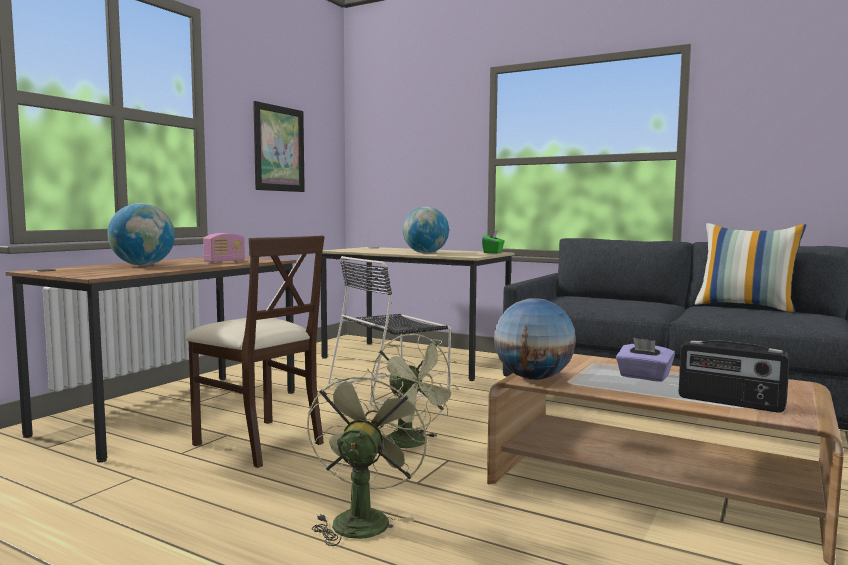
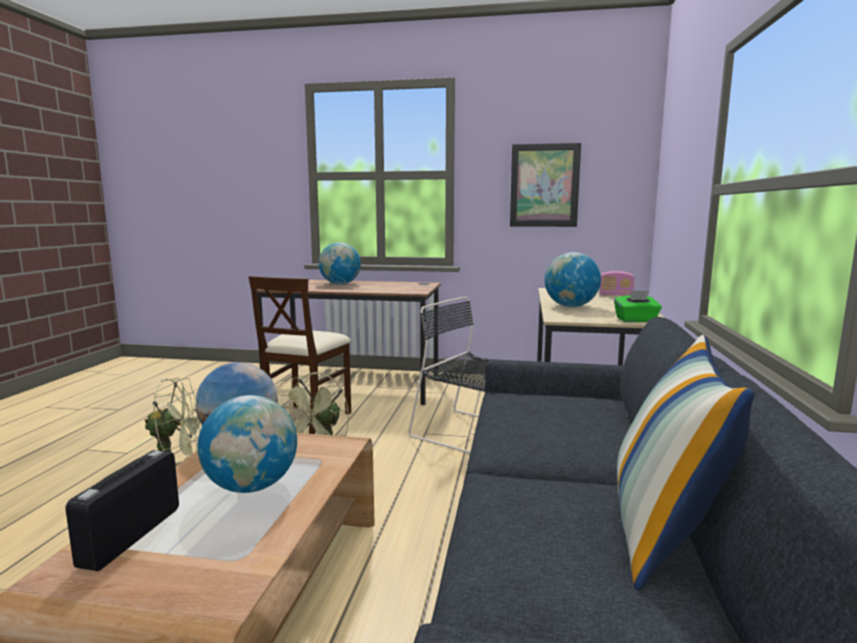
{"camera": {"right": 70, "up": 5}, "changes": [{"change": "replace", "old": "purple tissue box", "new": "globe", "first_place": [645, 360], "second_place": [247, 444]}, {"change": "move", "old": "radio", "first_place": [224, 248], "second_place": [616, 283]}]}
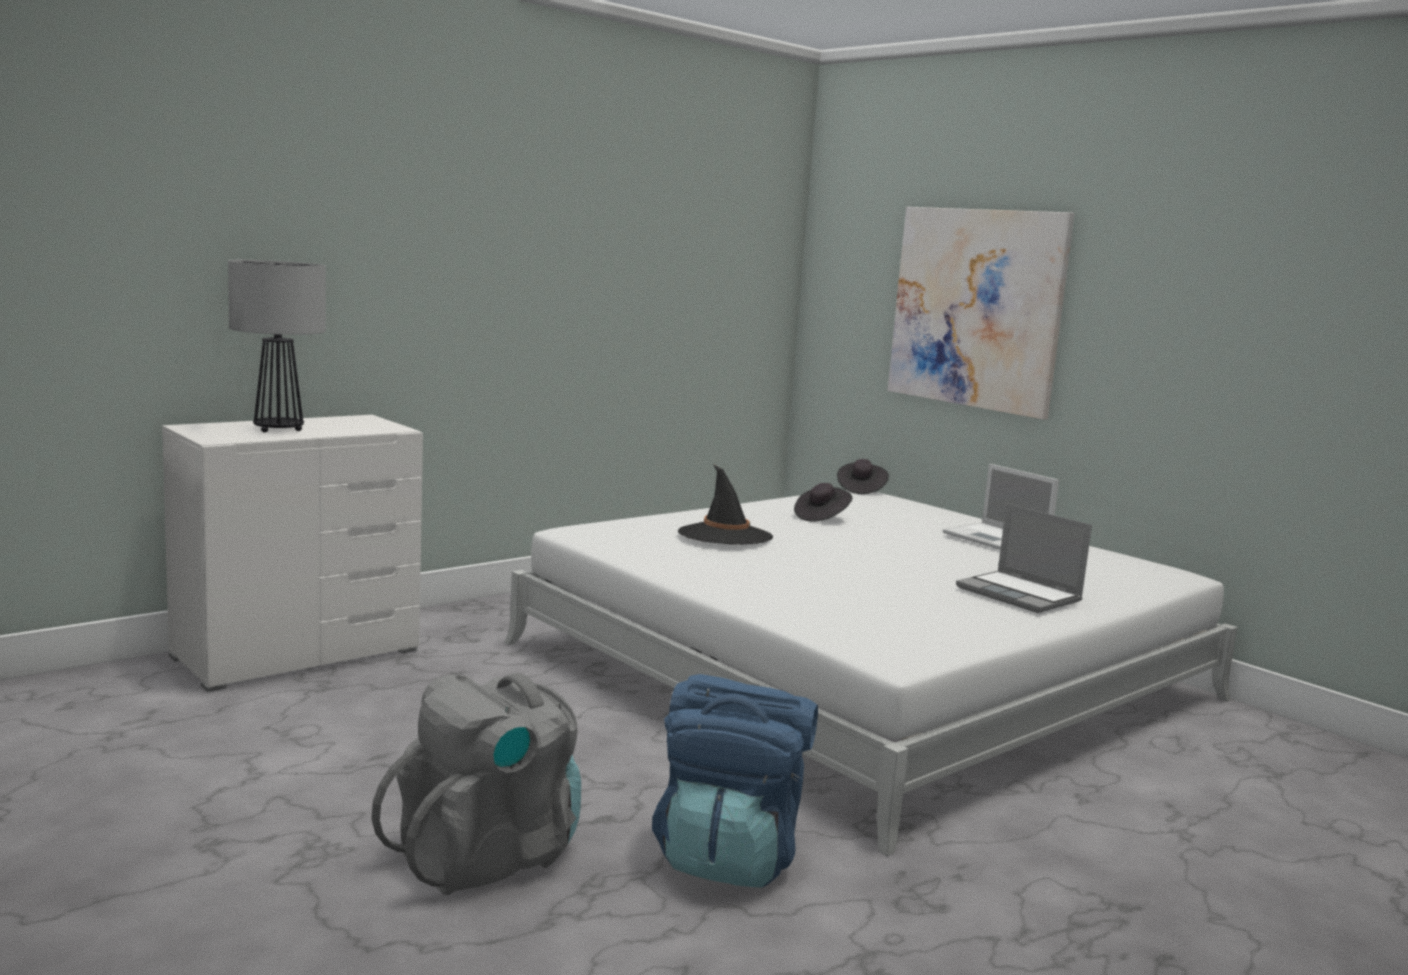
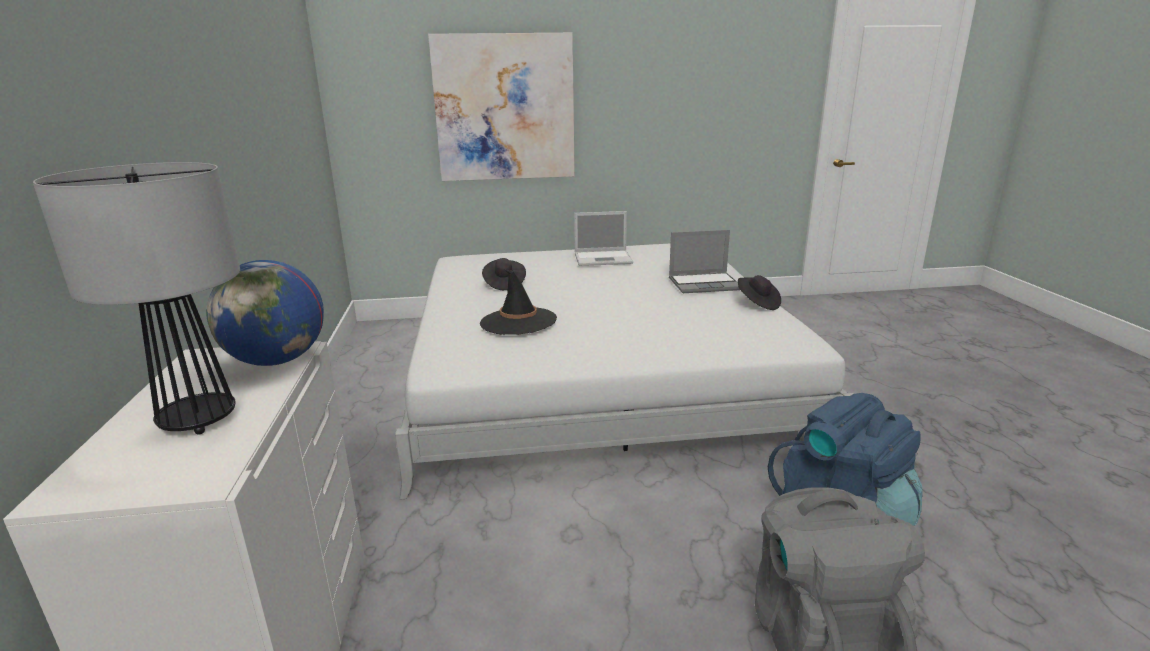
{"camera": {"right": -55, "up": 10}, "changes": [{"change": "insert", "new": "globe", "second_place": [265, 313]}, {"change": "move", "old": "black hat", "first_place": [863, 476], "second_place": [759, 292]}]}
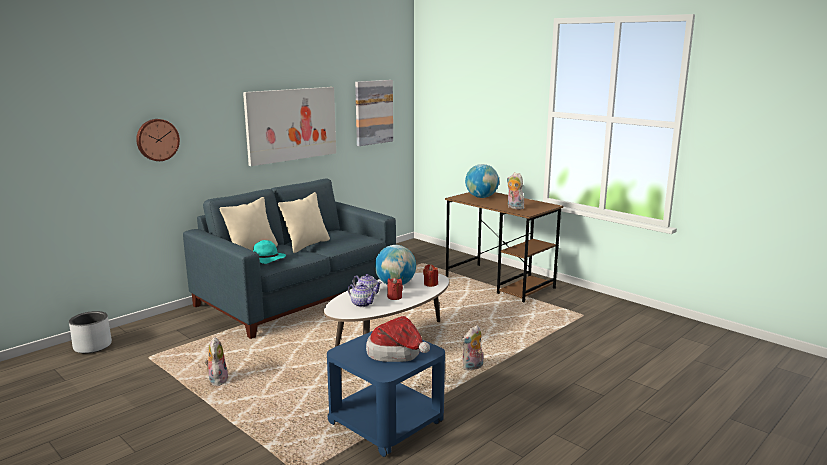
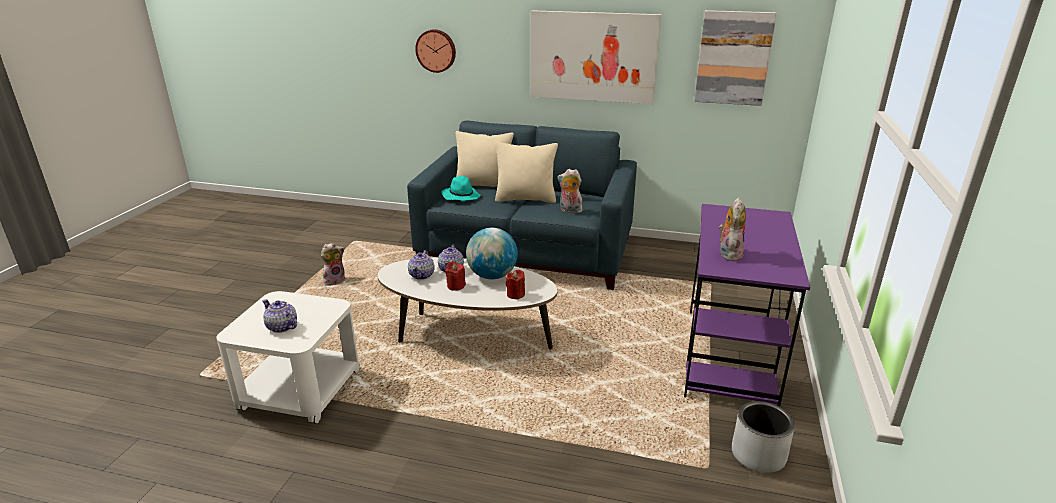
{"camera": {"right": 60, "up": 10}, "changes": [{"change": "recolor", "old": "blue side table", "new": "white side table", "first_place": [386, 394], "second_place": [288, 357]}, {"change": "replace", "old": "hat", "new": "teapot", "first_place": [398, 339], "second_place": [279, 316]}, {"change": "move", "old": "plush toy", "first_place": [472, 347], "second_place": [570, 191]}, {"change": "recolor", "old": "brown desk", "new": "purple desk", "first_place": [504, 247], "second_place": [747, 305]}, {"change": "move", "old": "grey planter", "first_place": [90, 332], "second_place": [763, 437]}, {"change": "delete", "old": "globe", "first_place": [482, 181]}]}
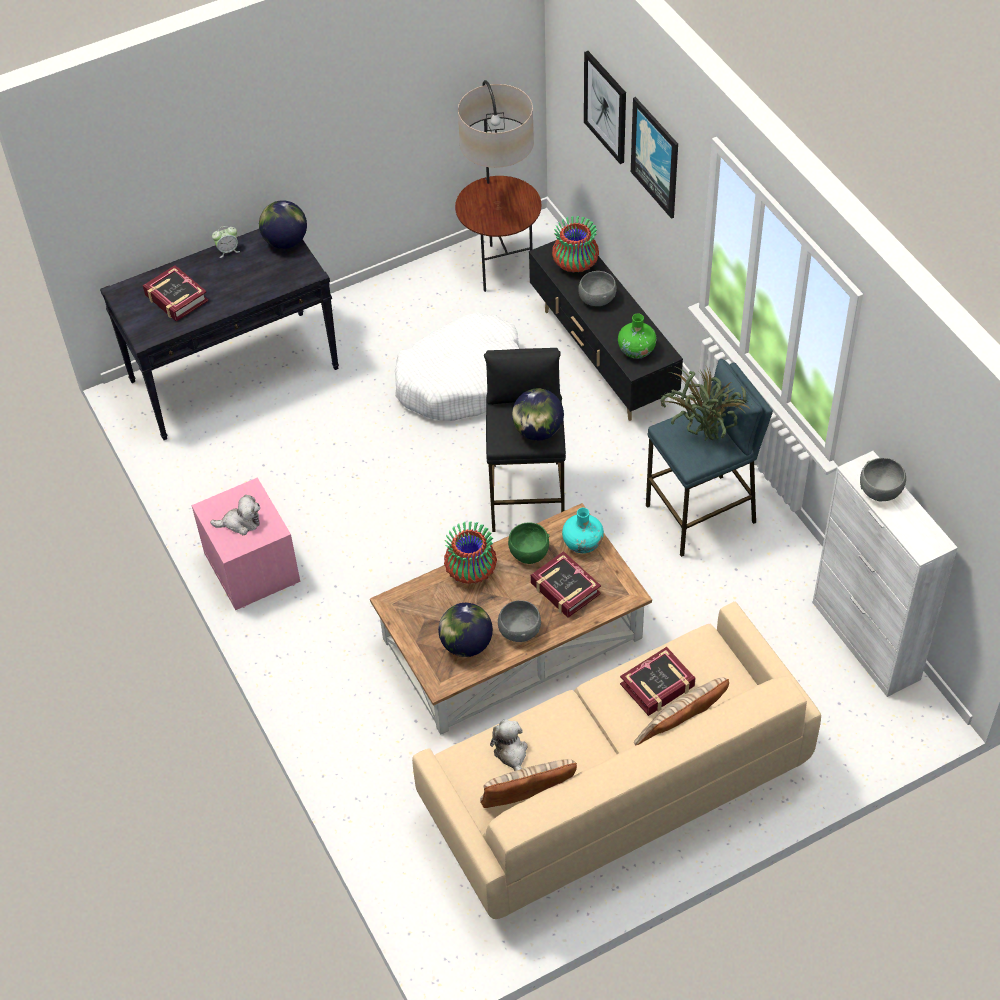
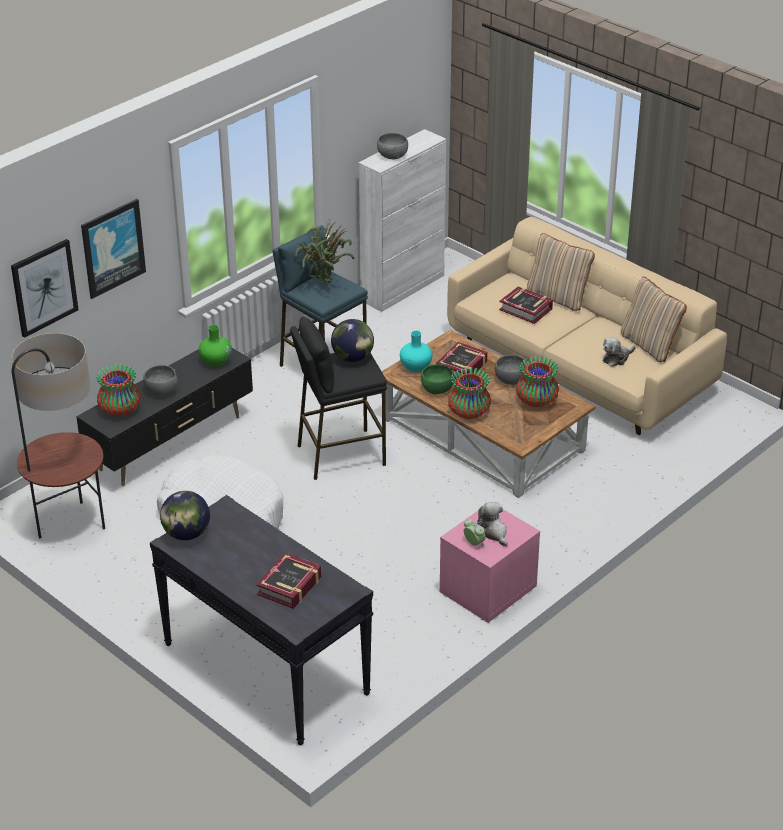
{"camera": {"right": -110, "up": -15}, "changes": [{"change": "move", "old": "alarm clock", "first_place": [226, 242], "second_place": [475, 533]}, {"change": "replace", "old": "globe", "new": "vase", "first_place": [465, 630], "second_place": [537, 382]}]}
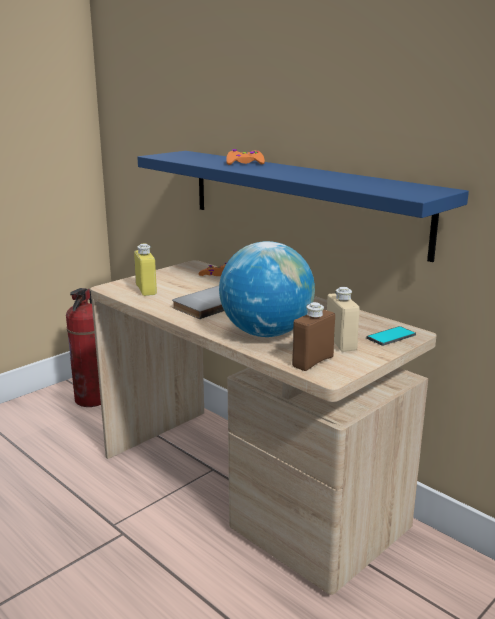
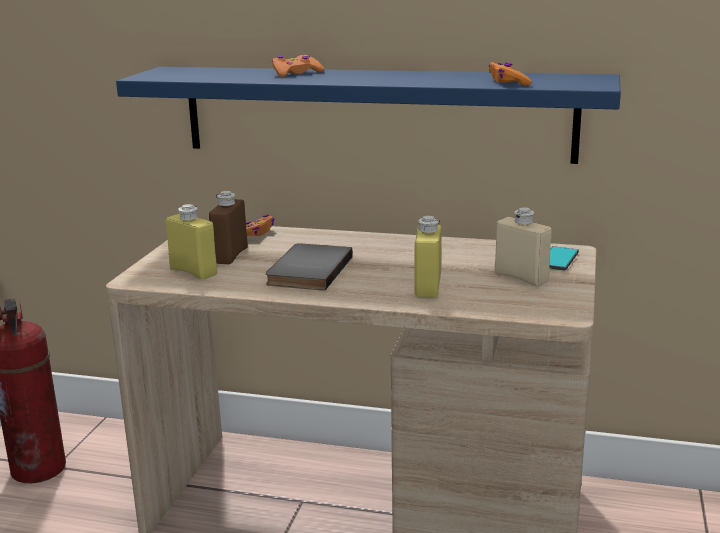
{"camera": {"right": -30, "up": 0}, "changes": [{"change": "move", "old": "brown bottle", "first_place": [313, 336], "second_place": [228, 227]}, {"change": "replace", "old": "globe", "new": "yellow bottle", "first_place": [267, 289], "second_place": [428, 257]}, {"change": "insert", "new": "orange game controller", "second_place": [510, 74]}]}
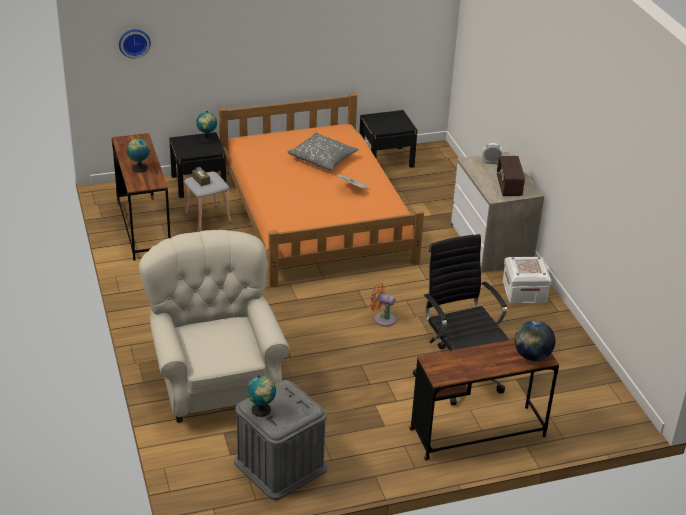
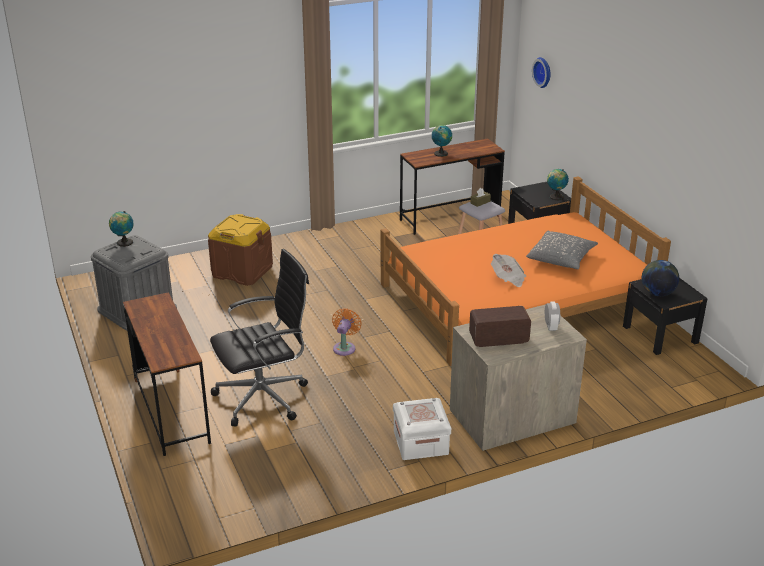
{"camera": {"right": 85, "up": -5}, "changes": [{"change": "replace", "old": "beige armchair", "new": "brown storage box", "first_place": [214, 326], "second_place": [240, 250]}, {"change": "move", "old": "globe", "first_place": [534, 341], "second_place": [660, 278]}]}
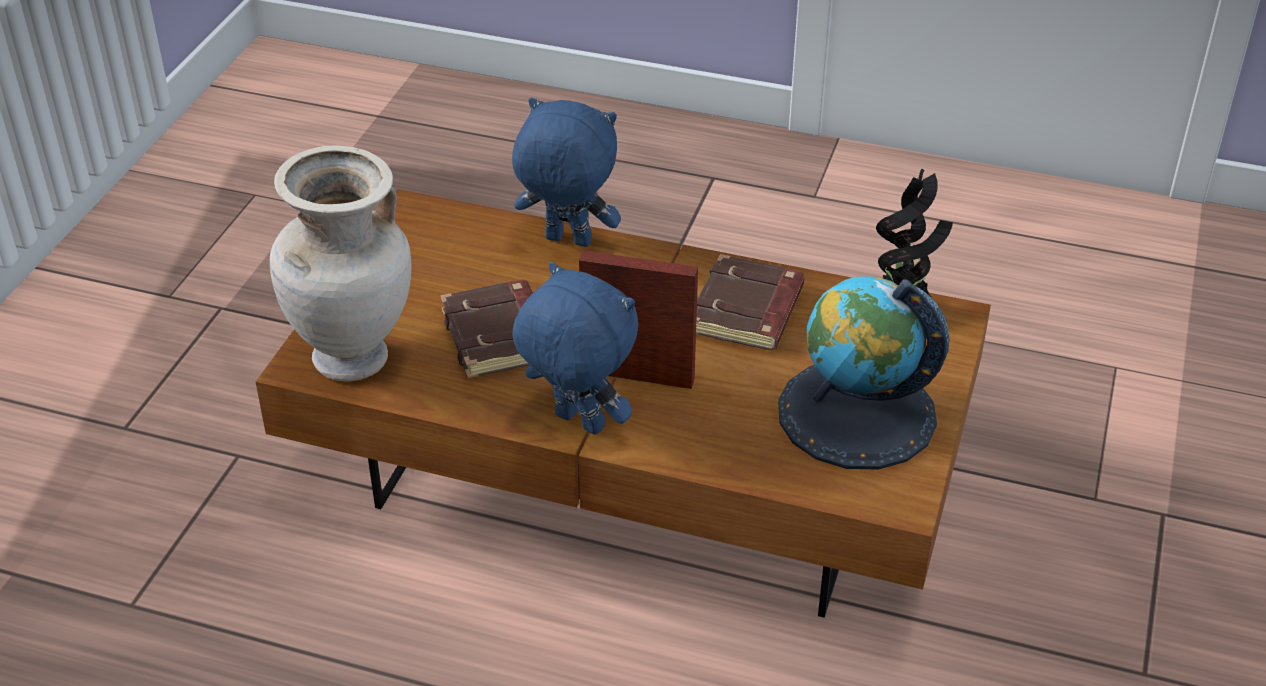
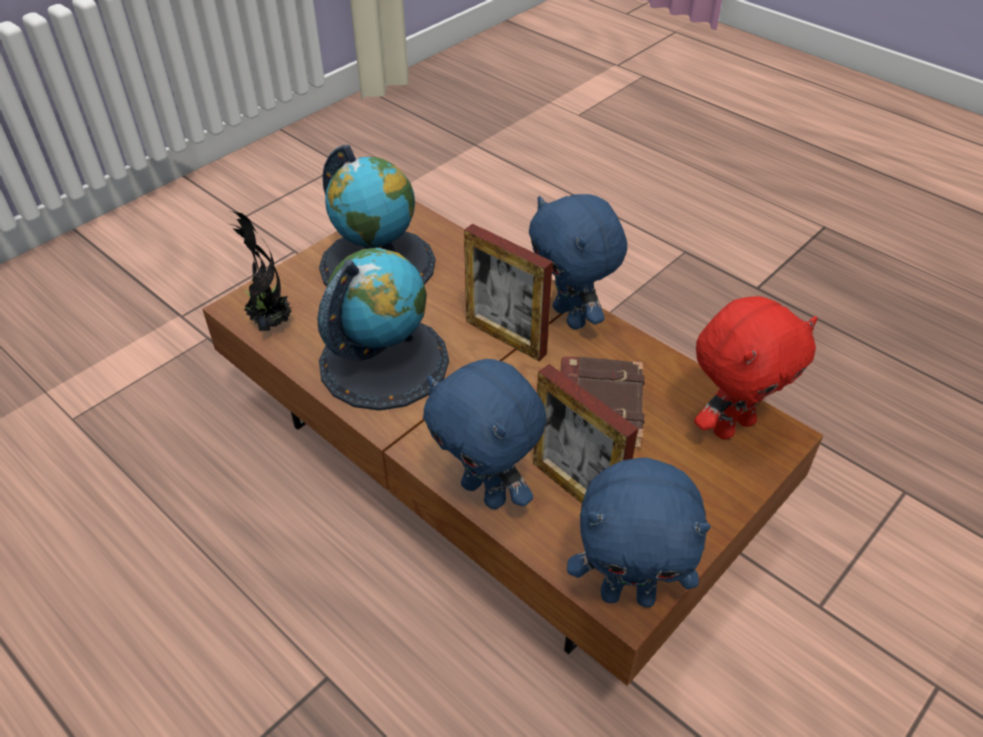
{"camera": {"right": -155, "up": 5}, "changes": [{"change": "replace", "old": "brown book", "new": "globe", "first_place": [750, 302], "second_place": [383, 329]}, {"change": "insert", "new": "picture frame", "second_place": [585, 433]}, {"change": "insert", "new": "blue plush toy", "second_place": [639, 532]}, {"change": "replace", "old": "beige vase", "new": "red plush toy", "first_place": [340, 263], "second_place": [756, 368]}]}
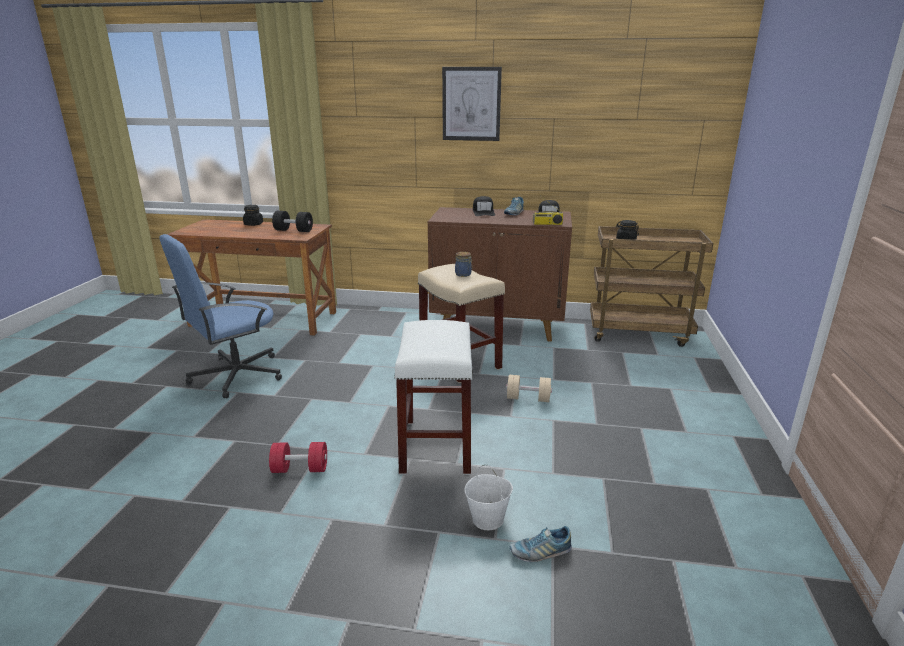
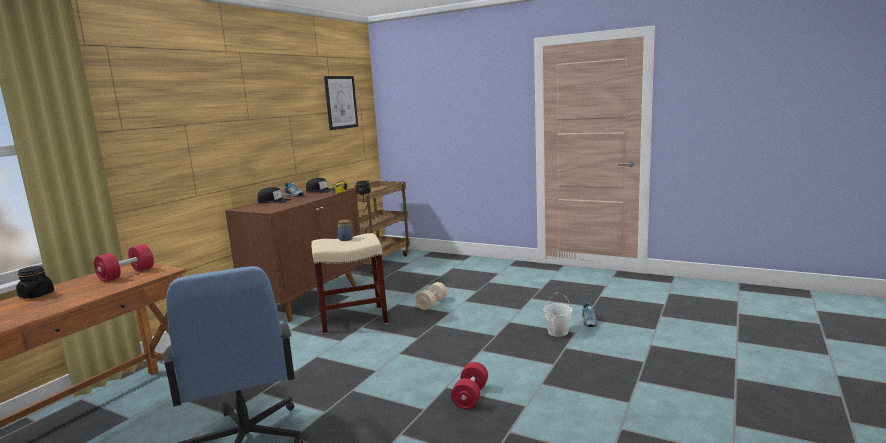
{"camera": {"right": -70, "up": -10}, "changes": [{"change": "recolor", "old": "black dumbbell", "new": "red dumbbell", "first_place": [292, 221], "second_place": [124, 263]}, {"change": "move", "old": "picture", "first_place": [472, 104], "second_place": [341, 103]}, {"change": "delete", "old": "white stool", "first_place": [433, 397]}]}
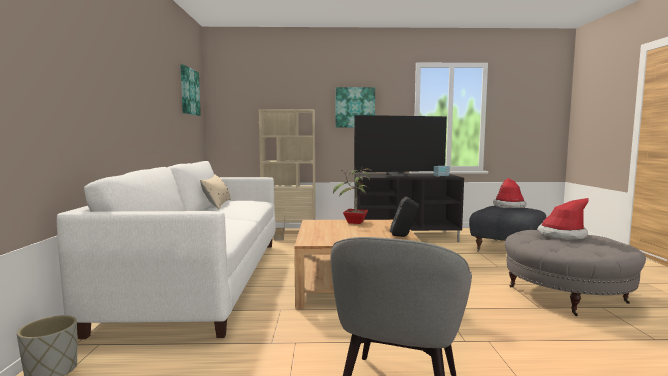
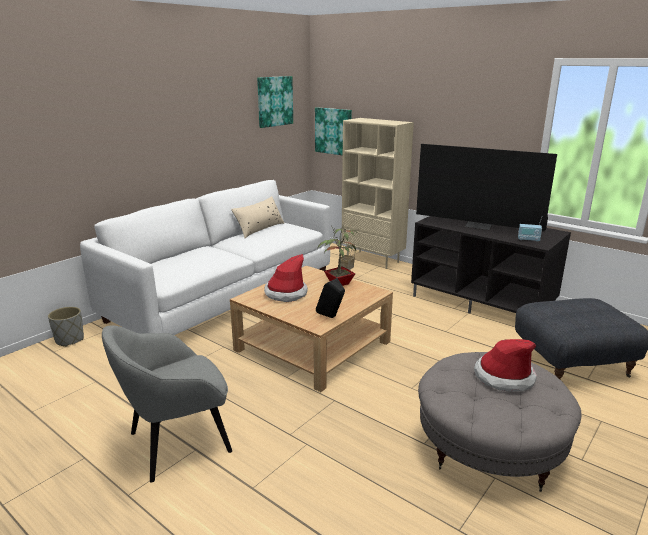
{"camera": {"right": 40, "up": 15}, "changes": [{"change": "move", "old": "hat", "first_place": [510, 193], "second_place": [286, 278]}, {"change": "move", "old": "picture", "first_place": [355, 107], "second_place": [333, 131]}]}
